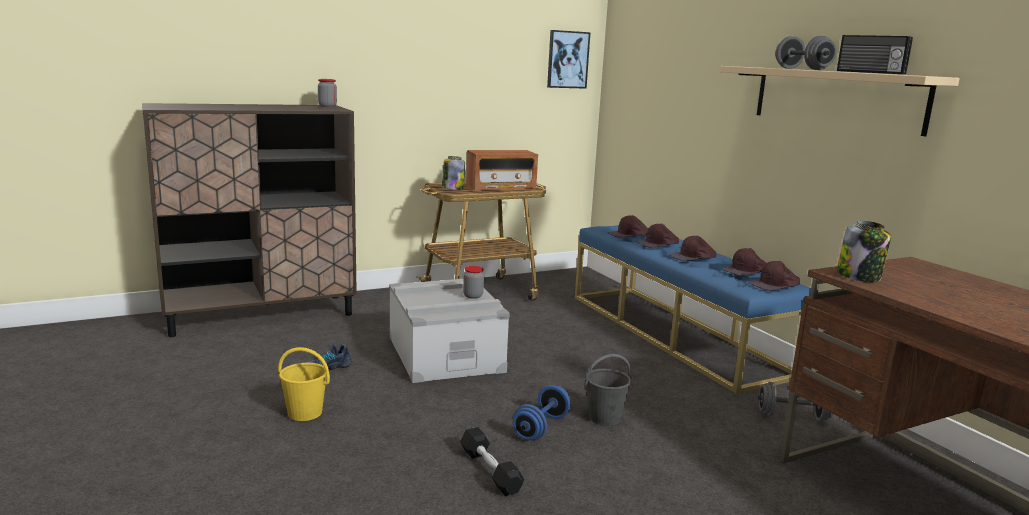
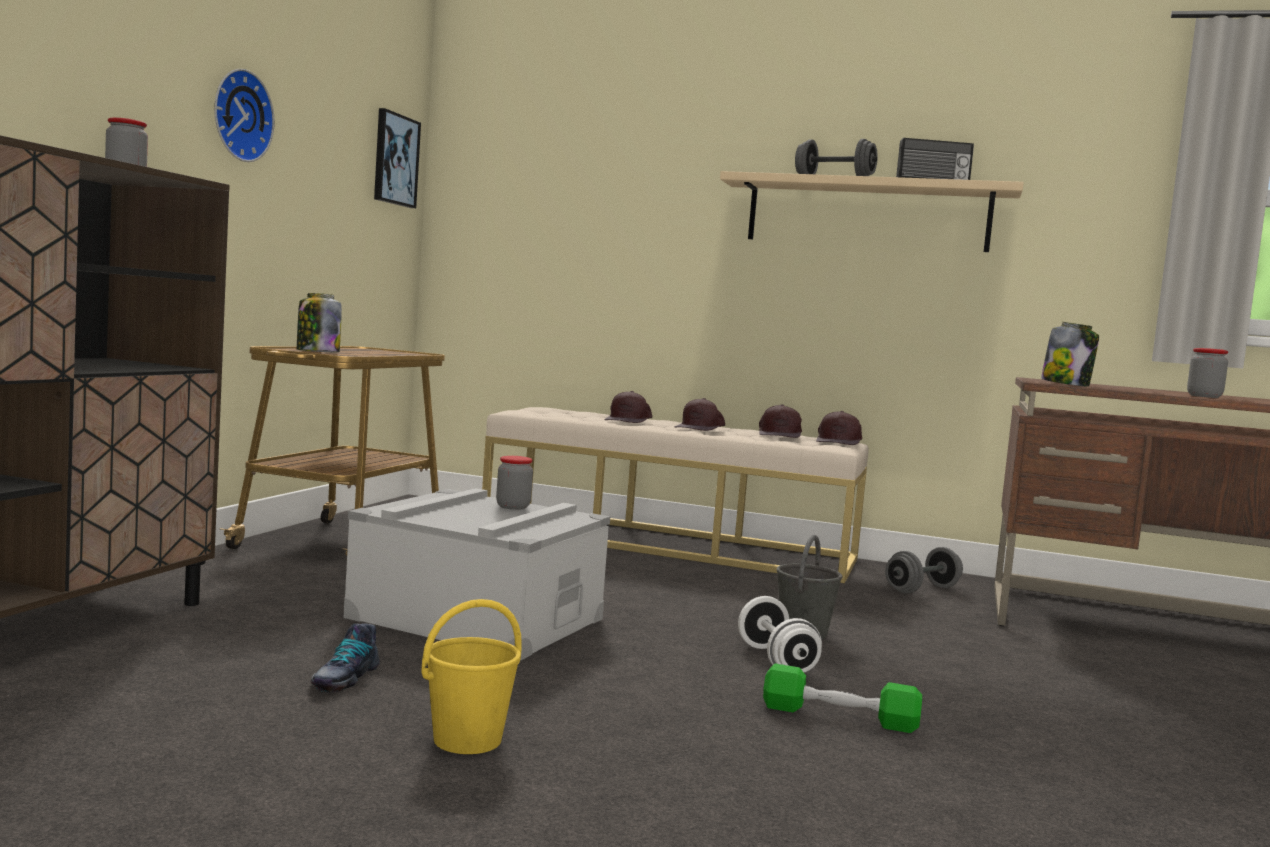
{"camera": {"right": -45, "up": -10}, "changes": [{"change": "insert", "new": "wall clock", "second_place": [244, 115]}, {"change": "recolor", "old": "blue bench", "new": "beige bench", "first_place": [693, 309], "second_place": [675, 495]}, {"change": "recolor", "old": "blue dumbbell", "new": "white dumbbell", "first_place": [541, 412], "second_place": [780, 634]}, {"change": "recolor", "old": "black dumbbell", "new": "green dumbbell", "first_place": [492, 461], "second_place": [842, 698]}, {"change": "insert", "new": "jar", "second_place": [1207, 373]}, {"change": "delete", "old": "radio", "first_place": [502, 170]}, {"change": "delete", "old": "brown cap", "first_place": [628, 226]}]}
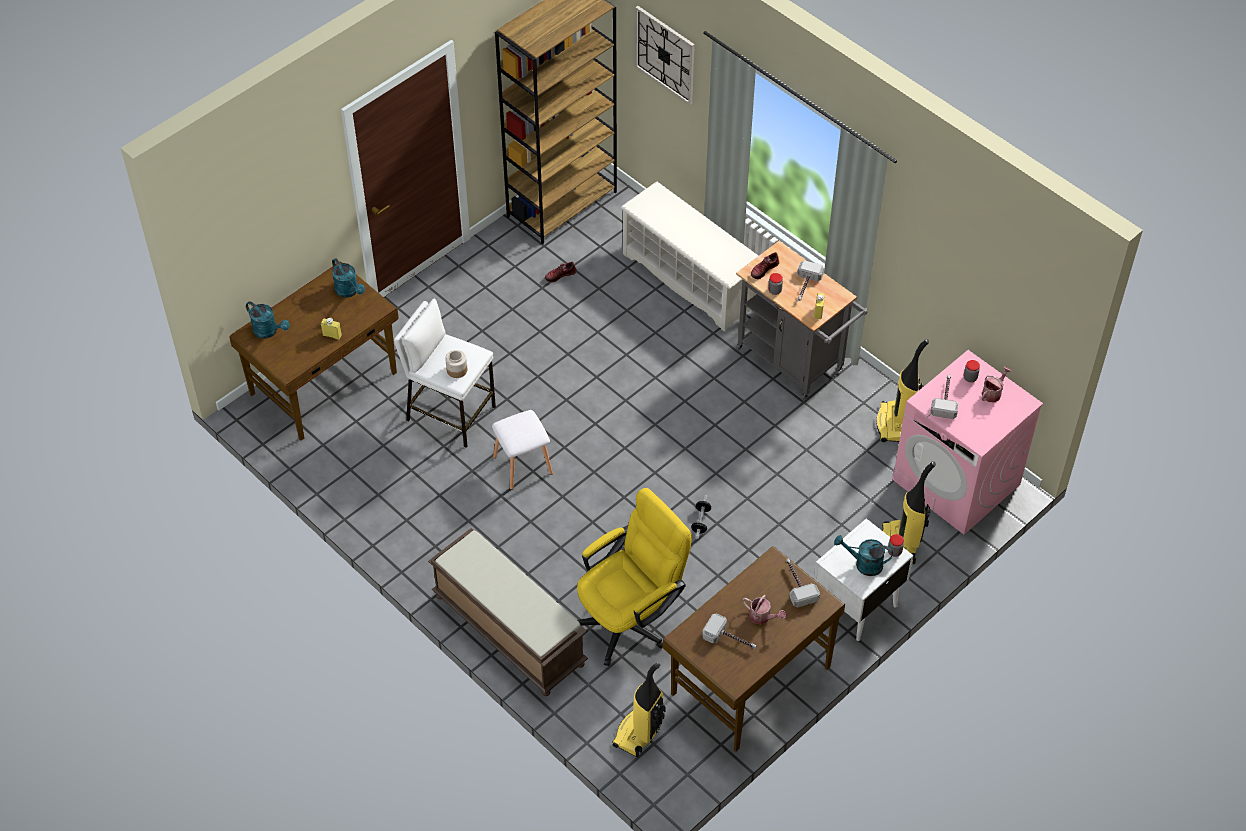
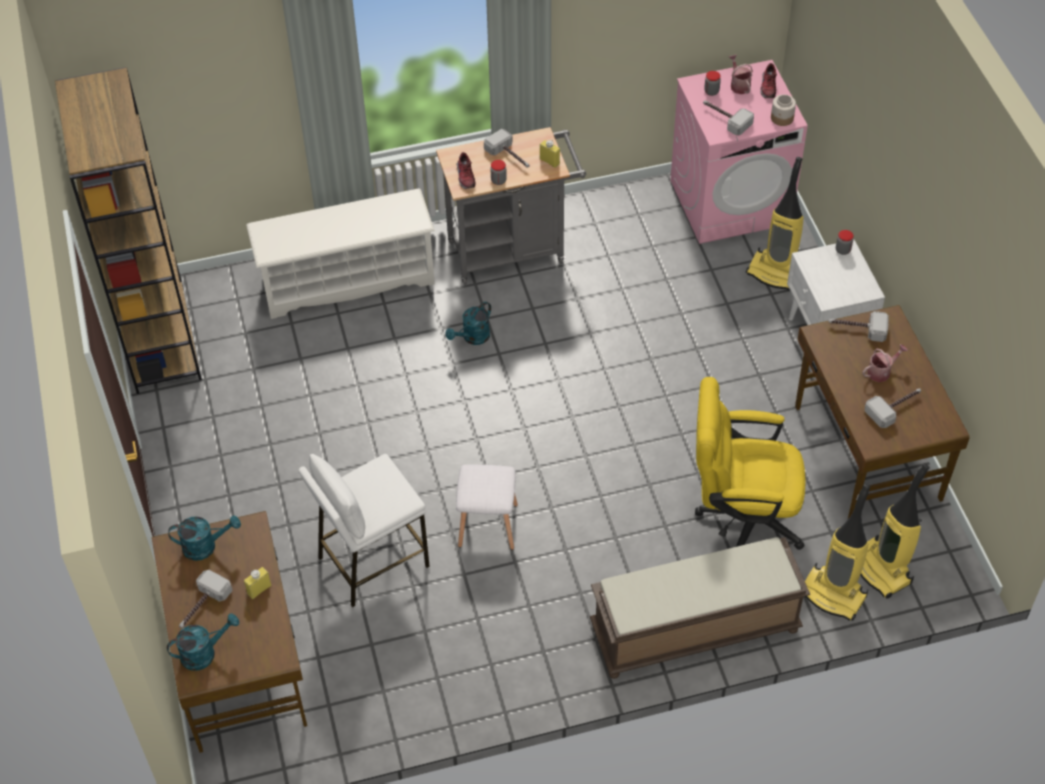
{"camera": {"right": -60, "up": 0}, "changes": [{"change": "insert", "new": "hammer", "second_place": [205, 599]}, {"change": "move", "old": "turquoise watering can", "first_place": [863, 555], "second_place": [468, 323]}, {"change": "rotate", "old": "yellow office chair", "first_place": [634, 577], "second_place": [750, 463], "degrees": -75}, {"change": "move", "old": "shoe", "first_place": [561, 272], "second_place": [768, 80]}, {"change": "move", "old": "jar", "first_place": [456, 364], "second_place": [783, 110]}, {"change": "move", "old": "vacuum cleaner", "first_place": [902, 390], "second_place": [837, 552]}, {"change": "delete", "old": "wall clock", "first_place": [665, 55]}, {"change": "delete", "old": "dumbbell", "first_place": [701, 517]}]}
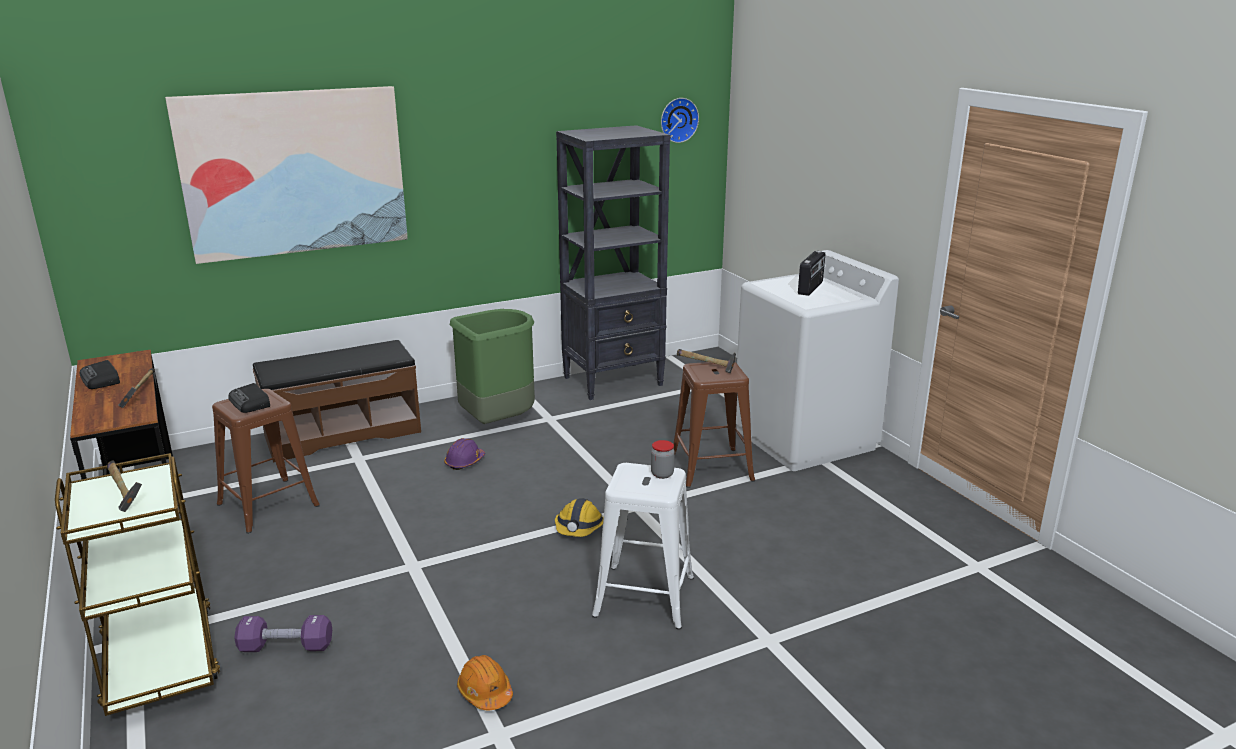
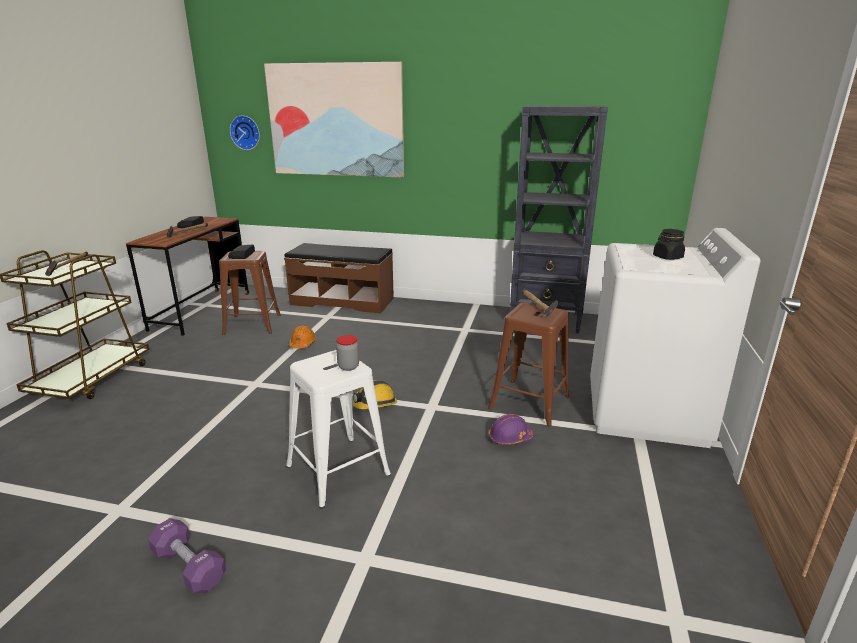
{"camera": {"right": 40, "up": 0}, "changes": [{"change": "move", "old": "purple dumbbell", "first_place": [283, 633], "second_place": [187, 555]}, {"change": "move", "old": "wall clock", "first_place": [680, 120], "second_place": [245, 132]}, {"change": "move", "old": "orange hard hat", "first_place": [485, 682], "second_place": [302, 337]}, {"change": "move", "old": "purple hard hat", "first_place": [464, 454], "second_place": [511, 429]}, {"change": "replace", "old": "radio", "new": "black jar", "first_place": [811, 273], "second_place": [669, 244]}, {"change": "delete", "old": "green trash can", "first_place": [492, 366]}]}
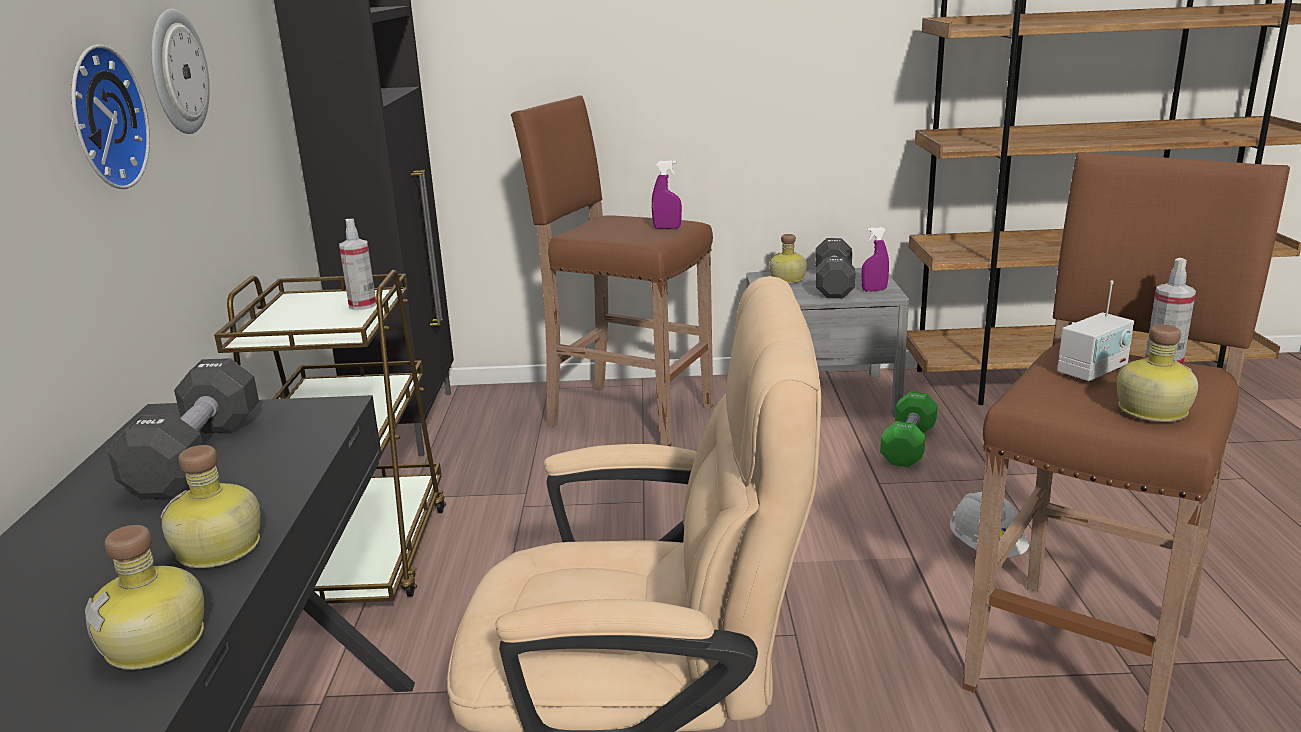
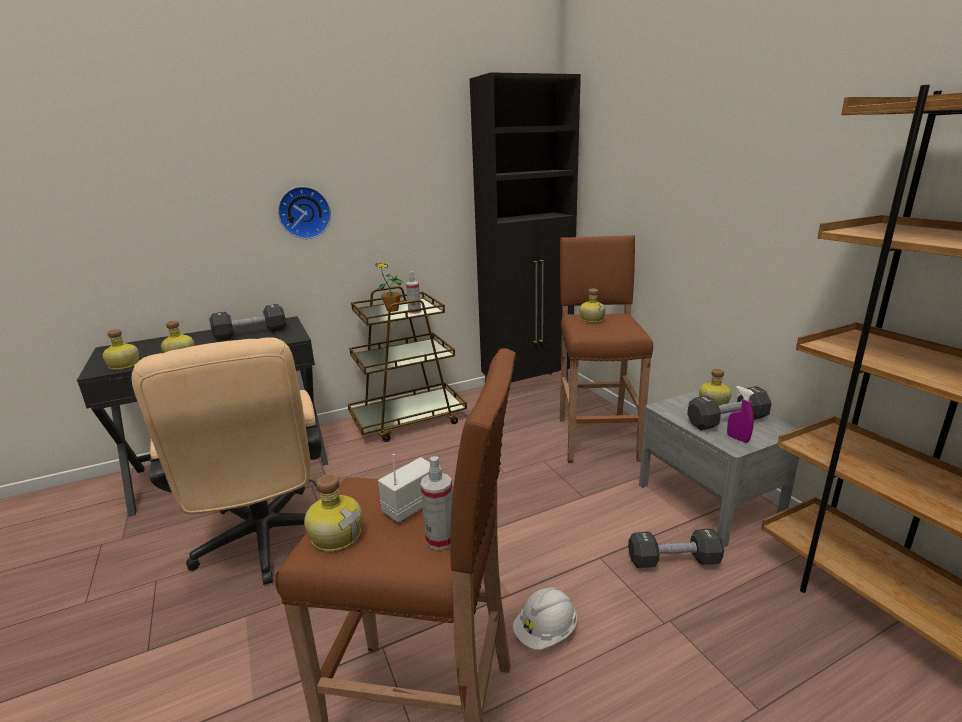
{"camera": {"right": 65, "up": 0}, "changes": [{"change": "insert", "new": "potted plant", "second_place": [389, 287]}, {"change": "rotate", "old": "radio", "first_place": [1095, 331], "second_place": [404, 488], "degrees": 105}, {"change": "insert", "new": "bottle", "second_place": [592, 306]}, {"change": "recolor", "old": "green dumbbell", "new": "black dumbbell", "first_place": [909, 429], "second_place": [676, 548]}, {"change": "delete", "old": "wall clock", "first_place": [180, 71]}, {"change": "delete", "old": "purple spray bottle", "first_place": [667, 194]}]}
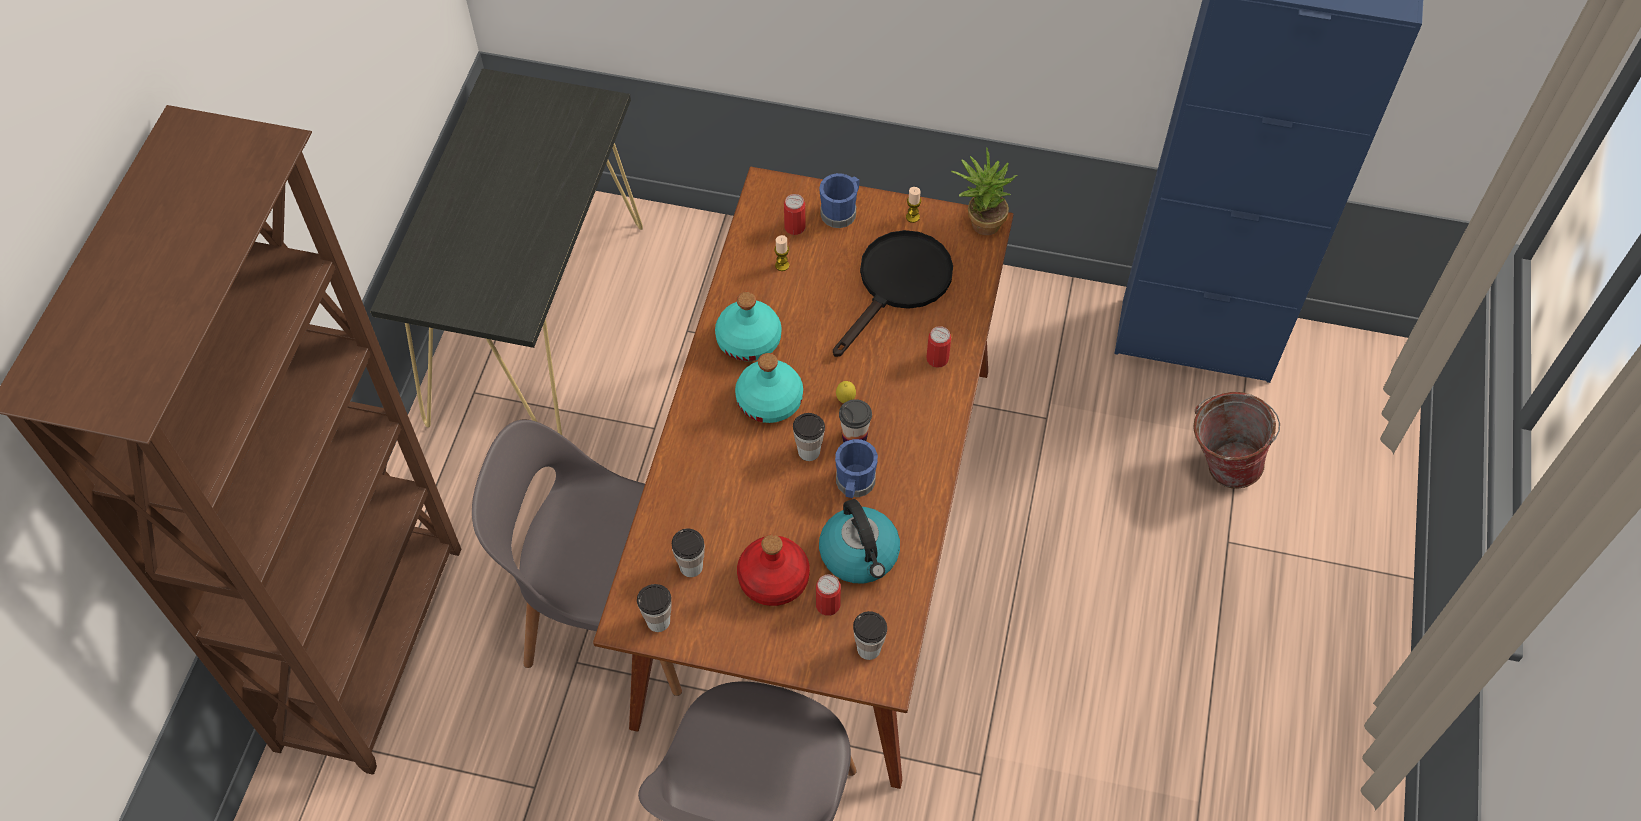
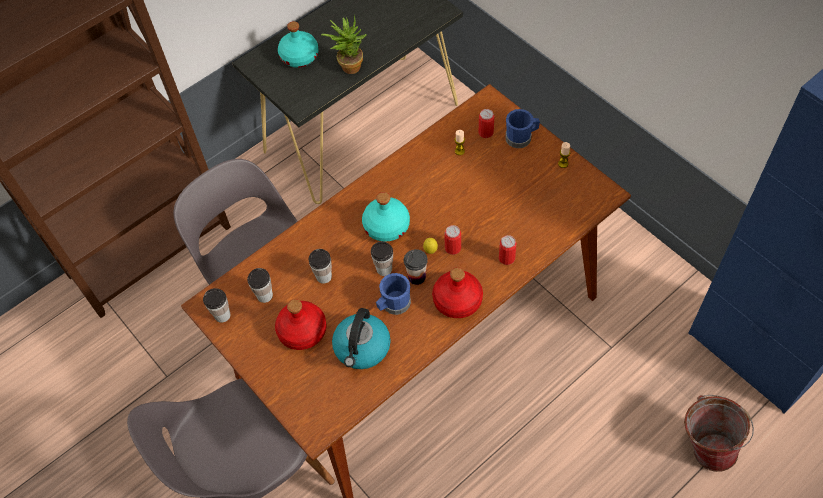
{"camera": {"right": 40, "up": 0}, "changes": [{"change": "move", "old": "turquoise bottle", "first_place": [748, 326], "second_place": [298, 44]}, {"change": "move", "old": "cup", "first_place": [870, 635], "second_place": [320, 266]}, {"change": "move", "old": "potted plant", "first_place": [984, 191], "second_place": [344, 44]}, {"change": "insert", "new": "red bottle", "second_place": [457, 292]}, {"change": "move", "old": "can", "first_place": [828, 595], "second_place": [452, 240]}, {"change": "delete", "old": "black frying pan", "first_place": [893, 293]}]}
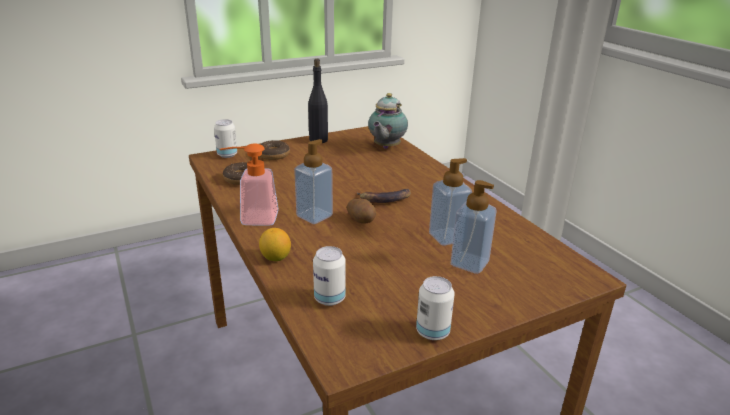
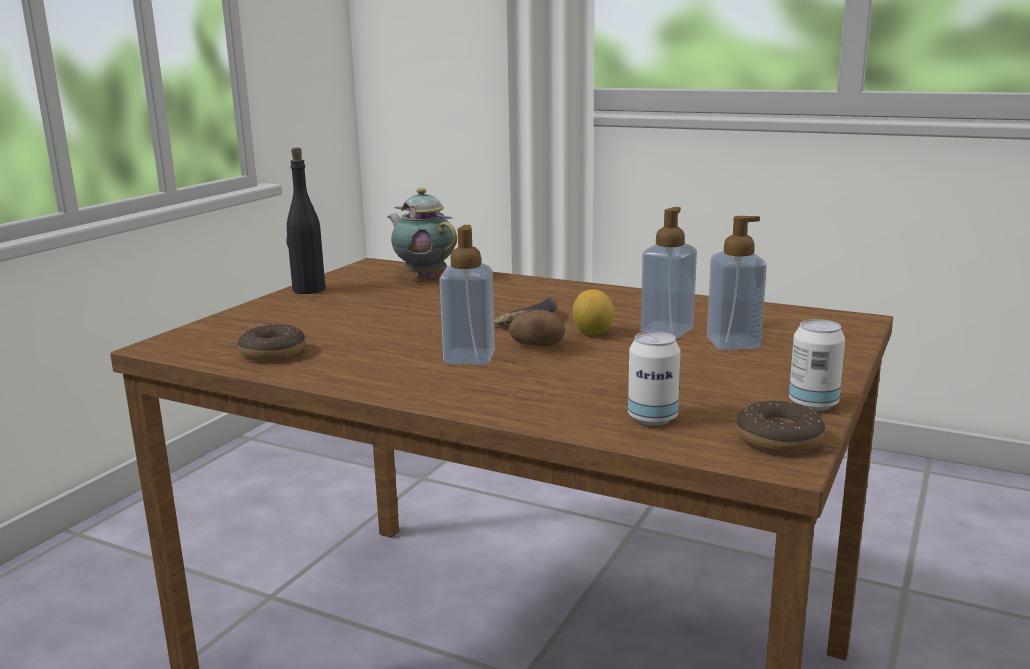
{"camera": {"right": -35, "up": -10}, "changes": [{"change": "rotate", "old": "teapot", "first_place": [388, 121], "second_place": [422, 233], "degrees": 150}, {"change": "move", "old": "lemon", "first_place": [275, 244], "second_place": [593, 312]}, {"change": "move", "old": "donut", "first_place": [275, 150], "second_place": [780, 427]}, {"change": "delete", "old": "can", "first_place": [225, 138]}, {"change": "delete", "old": "soap dispenser", "first_place": [249, 184]}]}
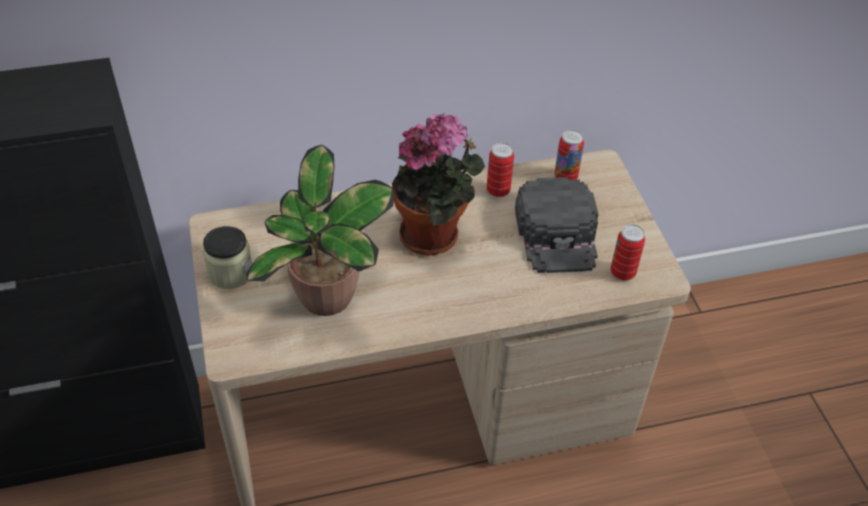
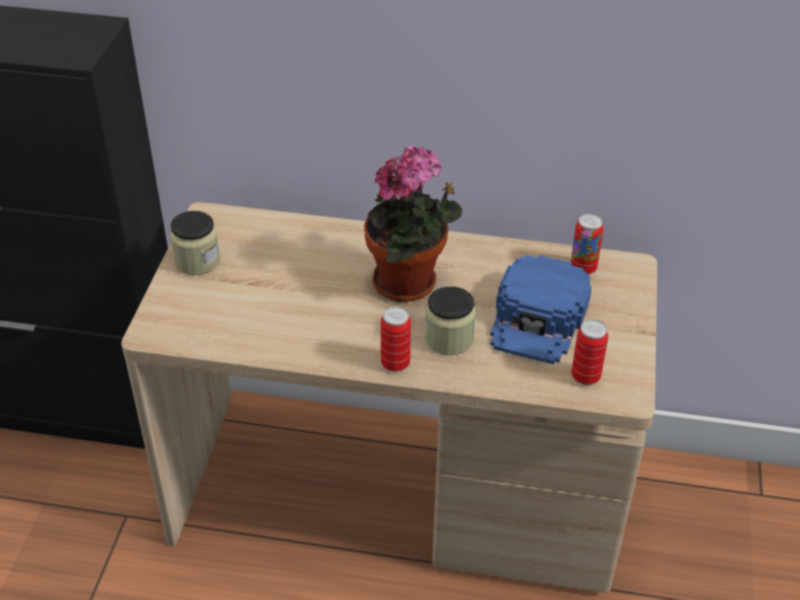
{"camera": {"right": 25, "up": -5}, "changes": [{"change": "move", "old": "can", "first_place": [500, 170], "second_place": [396, 339]}, {"change": "insert", "new": "jar", "second_place": [450, 320]}, {"change": "recolor", "old": "black cap", "new": "blue cap", "first_place": [556, 225], "second_place": [541, 309]}, {"change": "delete", "old": "potted plant", "first_place": [320, 230]}]}
